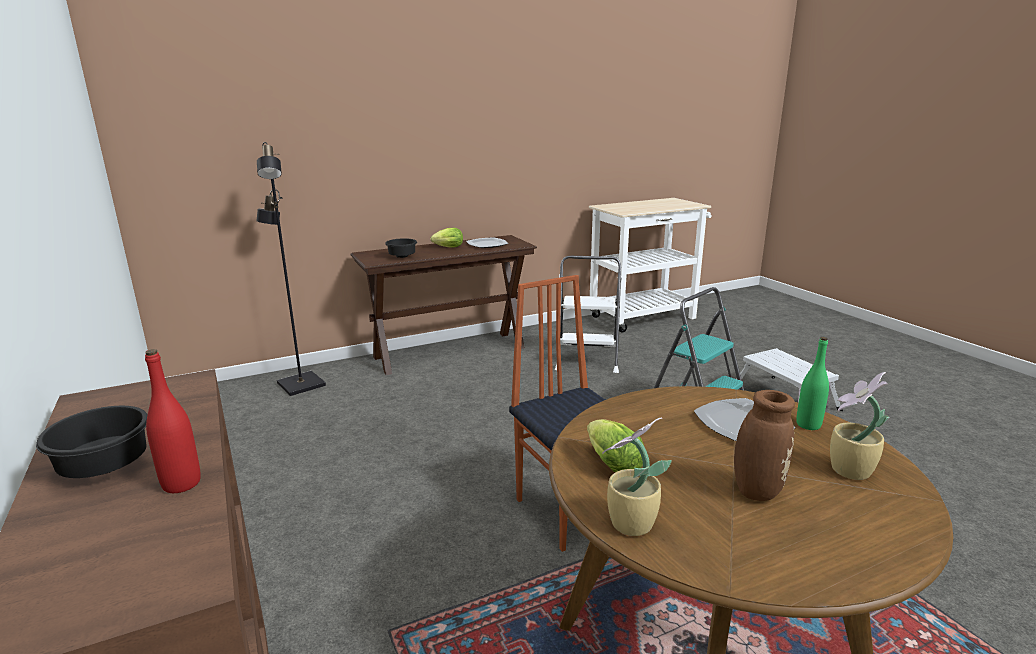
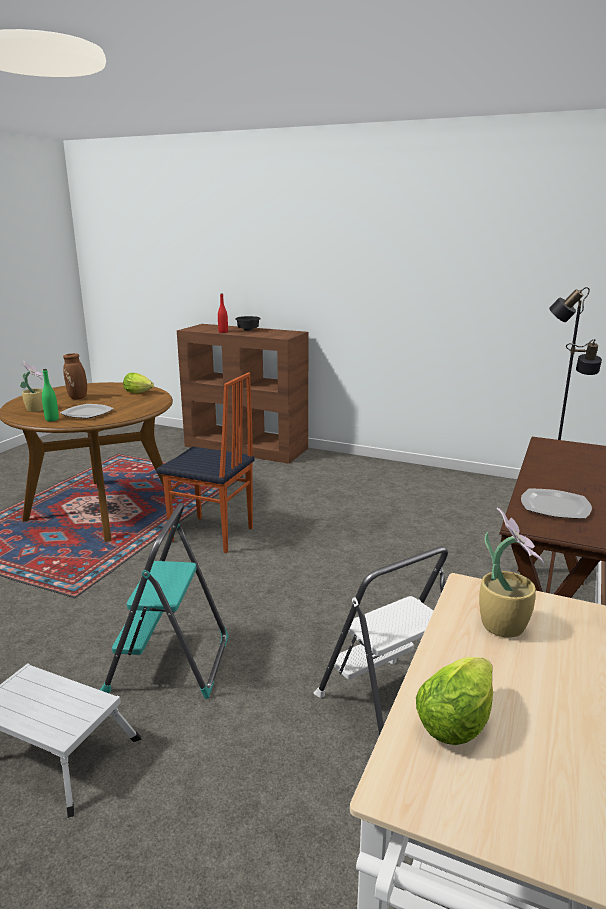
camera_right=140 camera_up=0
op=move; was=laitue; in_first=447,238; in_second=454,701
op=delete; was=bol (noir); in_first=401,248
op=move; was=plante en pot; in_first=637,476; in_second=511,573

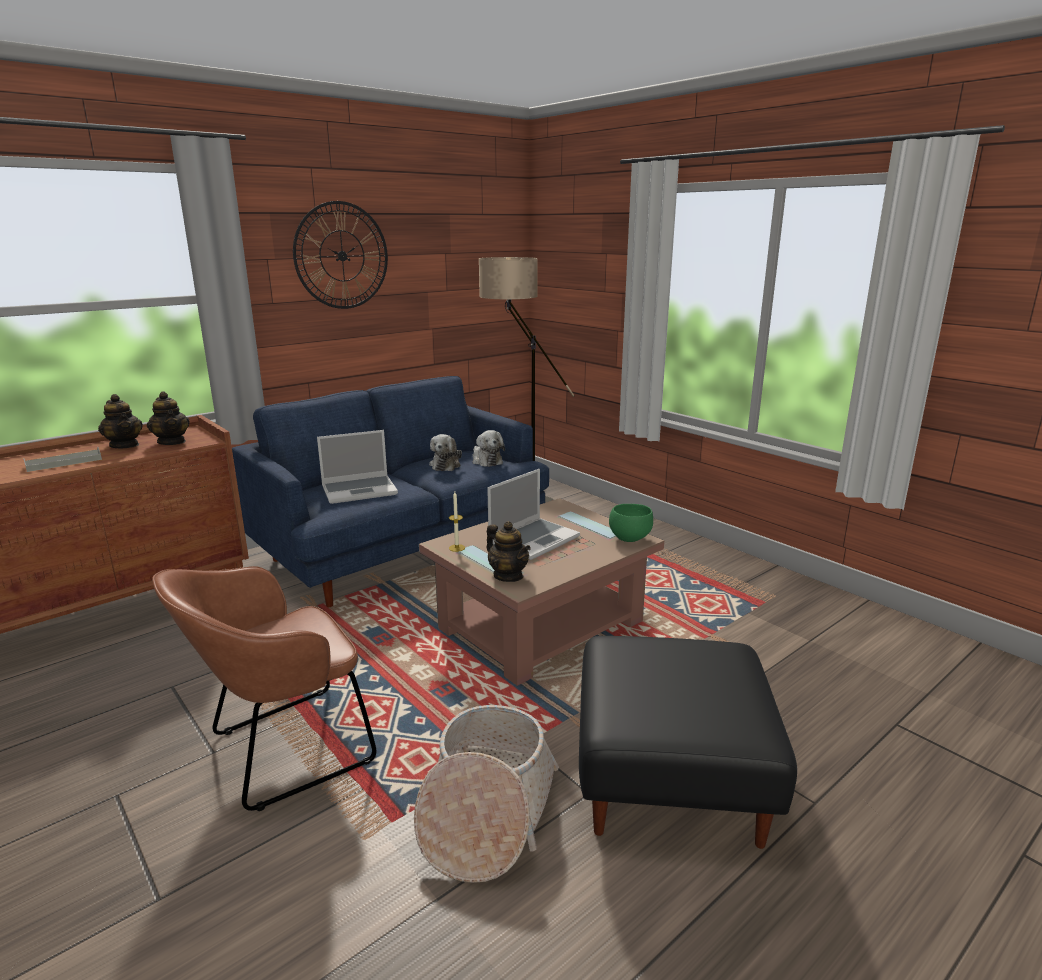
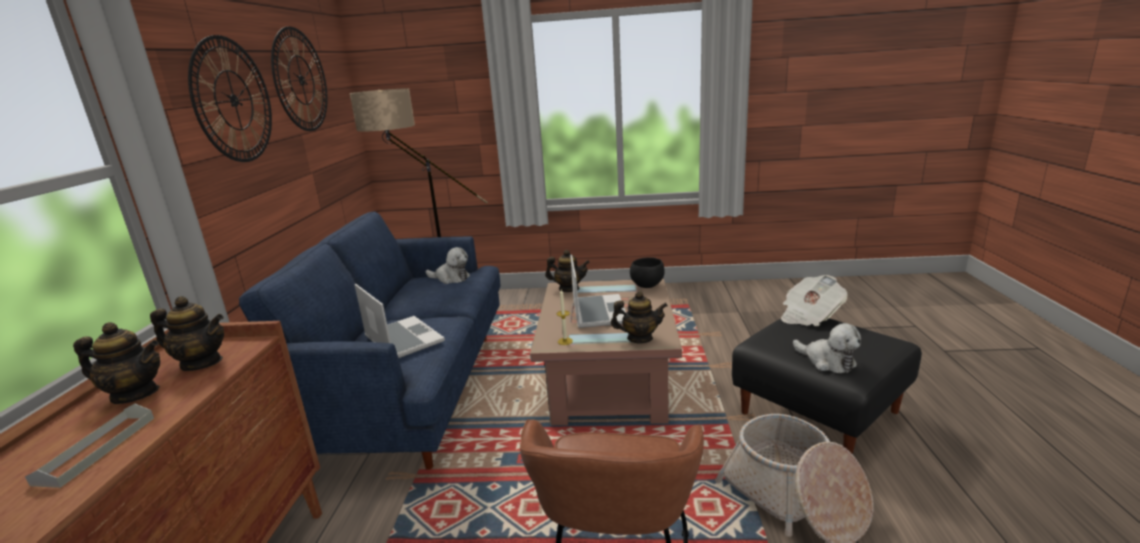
camera_right=-45 camera_up=0
op=rotate; was=ordinateur portable; in_first=357,467; in_second=400,321; clockwise=-60
op=move; was=peluche; in_first=445,452; in_second=827,348
op=recolor; was=bol (vert); now=bol (noir); in_first=631,523; in_second=647,272
op=insert; now=horloge murale; in_second=299,79
op=insert; now=théière; in_second=567,271
op=insert; now=journal; in_second=814,300

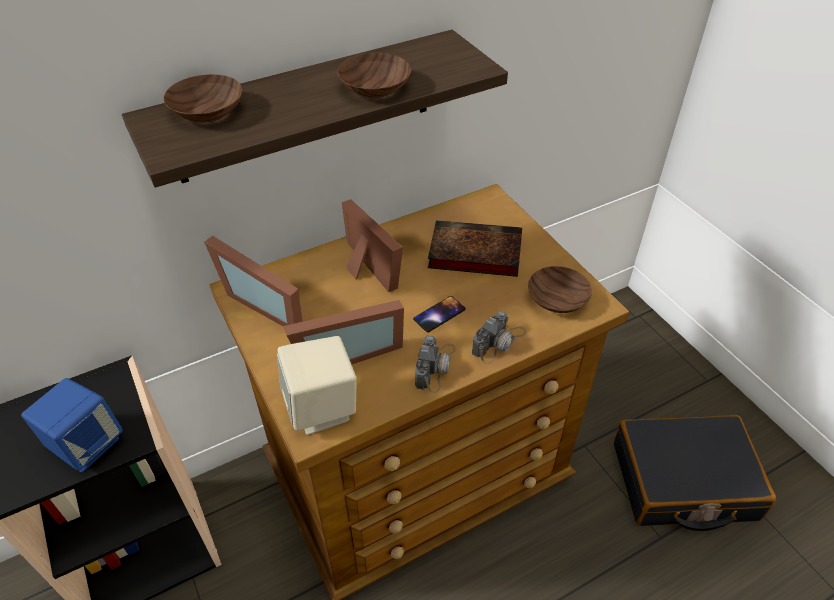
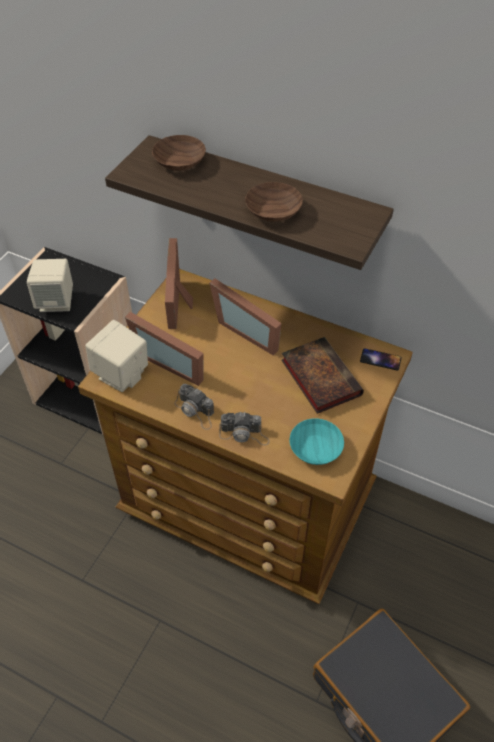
camera_right=55 camera_up=5
op=rotate; was=cadre photo; in_first=372,245; in_second=245,316; clockwise=105
op=recolor; was=bol (marron); now=bol (turquoise); in_first=560,289; in_second=316,441
op=move; was=téléphone; in_first=439,314; in_second=381,359
op=rotate; was=appareil photo; in_first=435,364; in_second=194,407; clockwise=60
op=recolor; was=enceinte (bleu); now=enceinte (beige); in_first=72,425; in_second=50,285

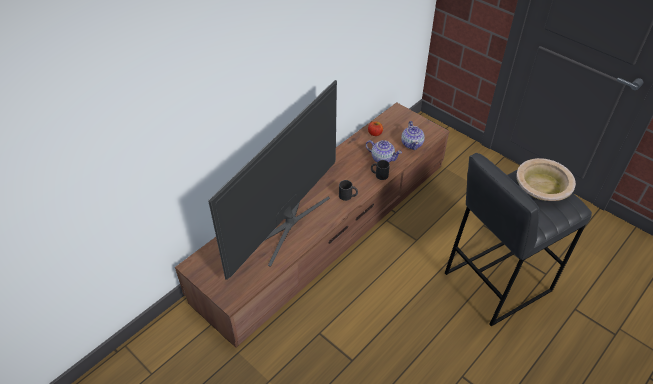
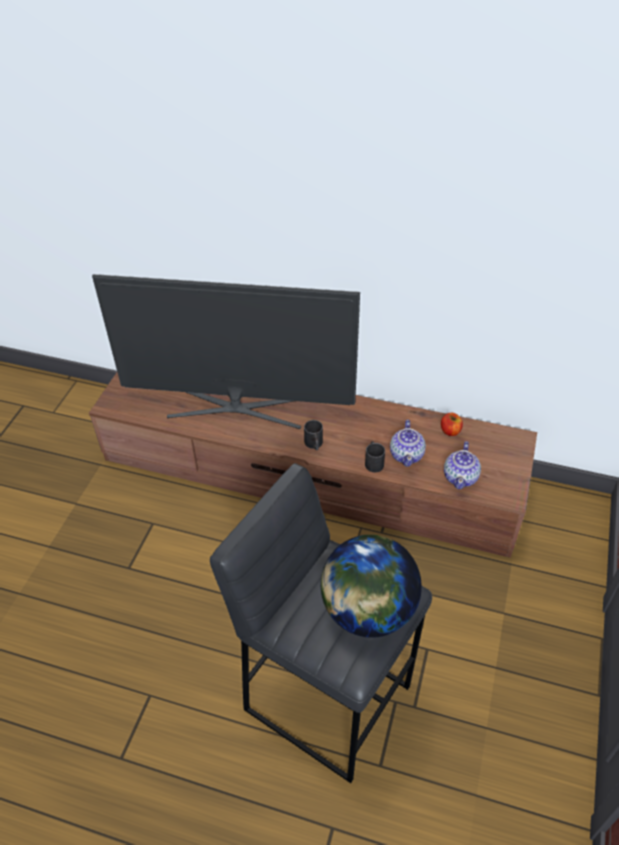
camera_right=65 camera_up=0
op=rotate; was=théière; in_first=413,135; in_second=462,465; clockwise=-45
op=replace; was=bol (beige); now=globe; in_first=546,179; in_second=371,586

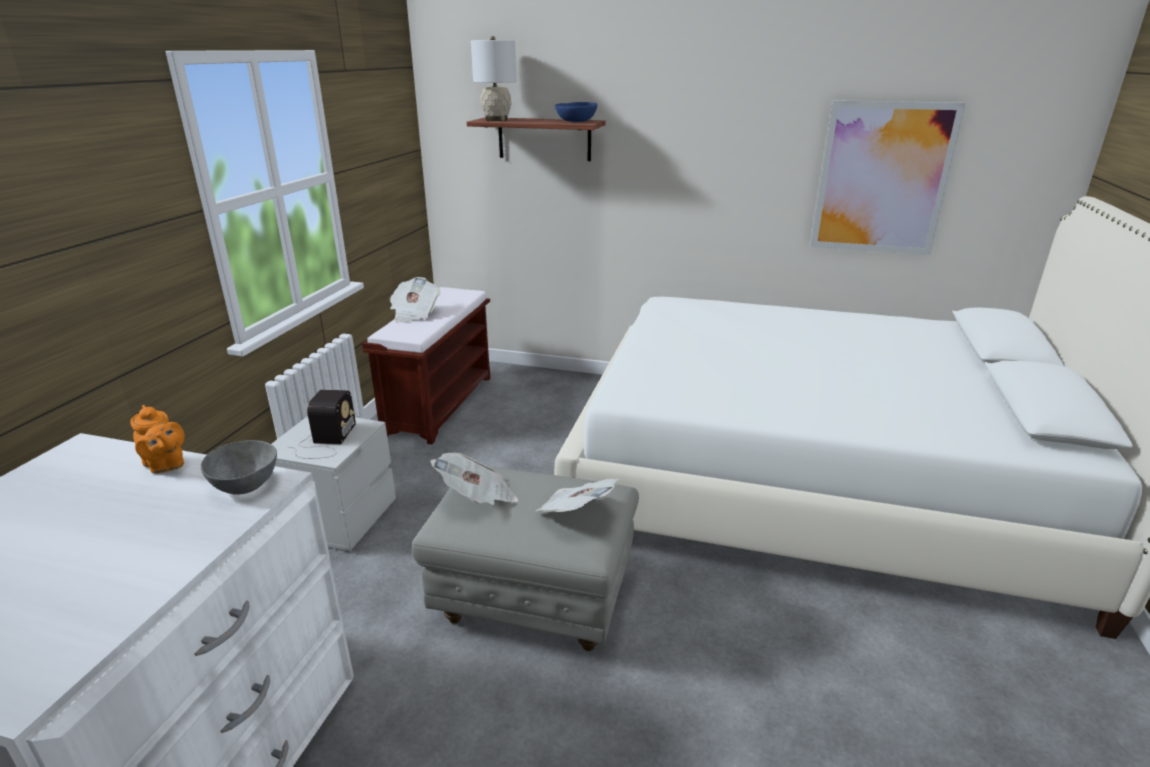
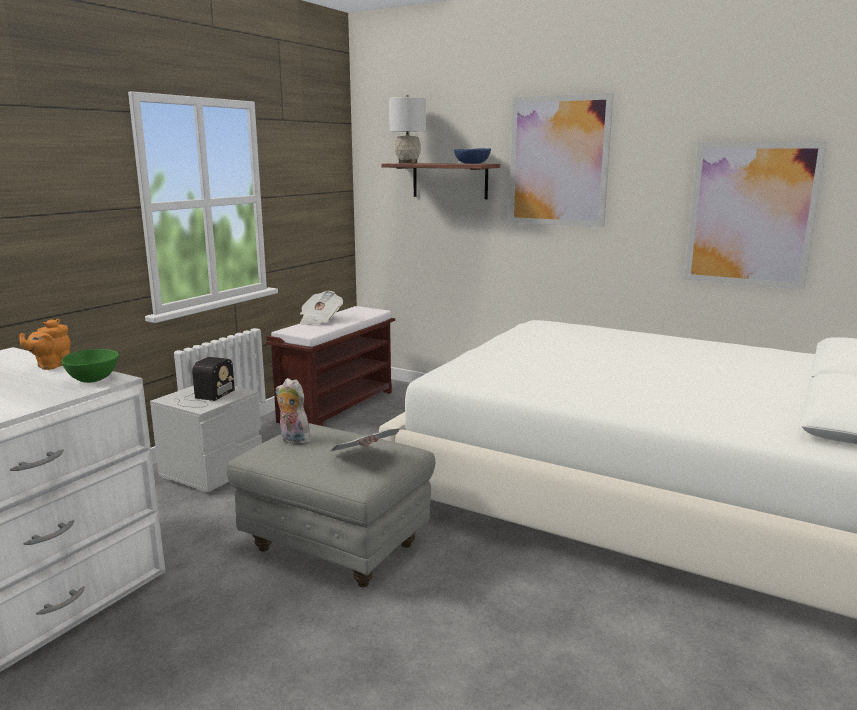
camera_right=15 camera_up=-10
op=rotate; was=théière (orange); in_first=157,439; in_second=45,344; clockwise=60
op=recolor; was=bol (gris); now=bol (vert); in_first=239,467; in_second=90,366
op=replace; was=journal; now=peluche; in_first=474,478; in_second=293,411
op=insert; now=tableau; in_second=561,160

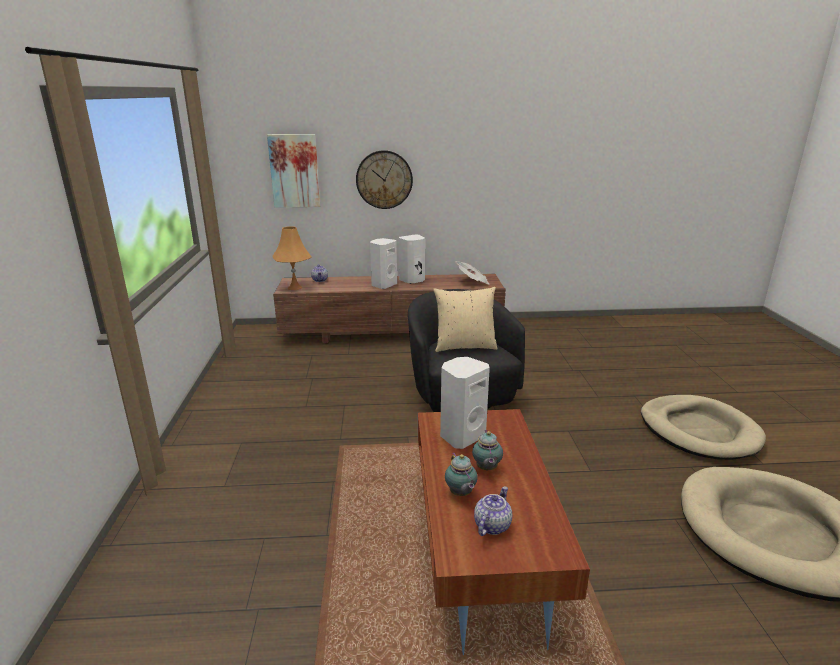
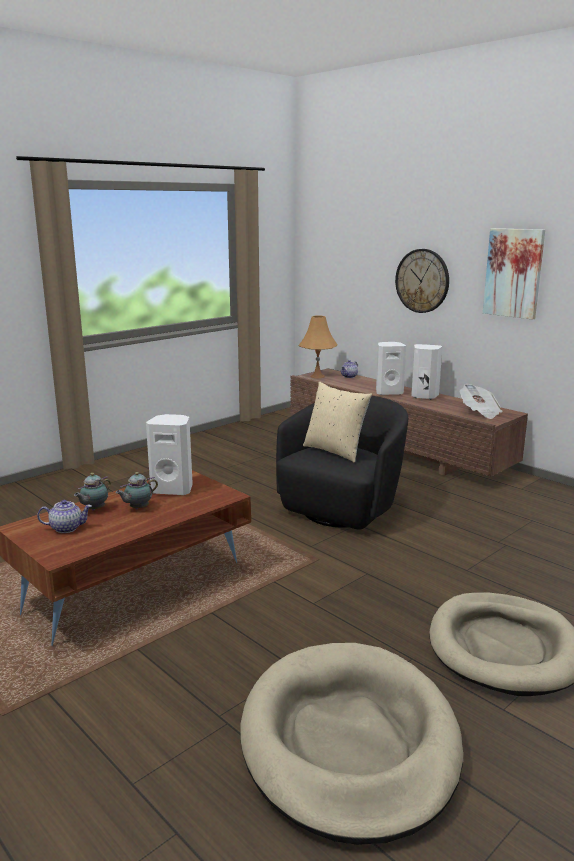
camera_right=50 camera_up=-5
op=move; was=tableau; in_first=293,171; in_second=514,274

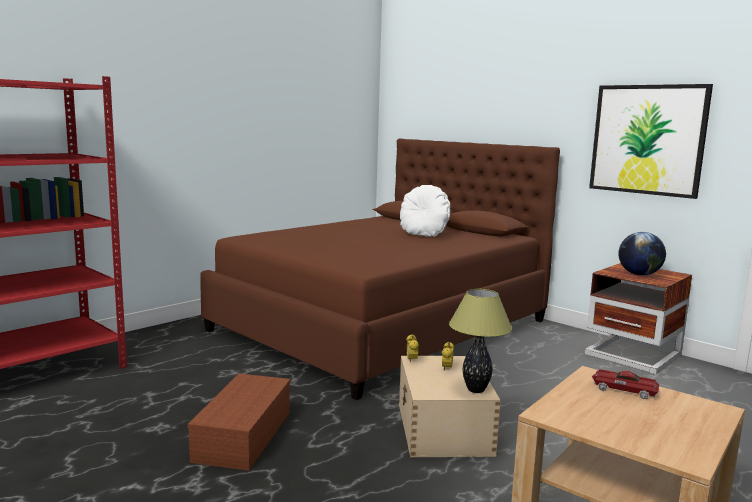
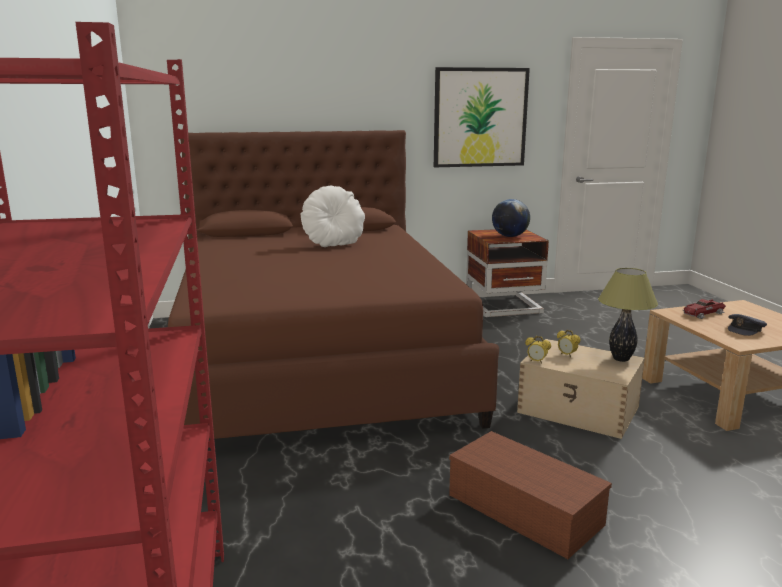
camera_right=-55 camera_up=5
op=insert; now=casquette (gris); in_second=747,325

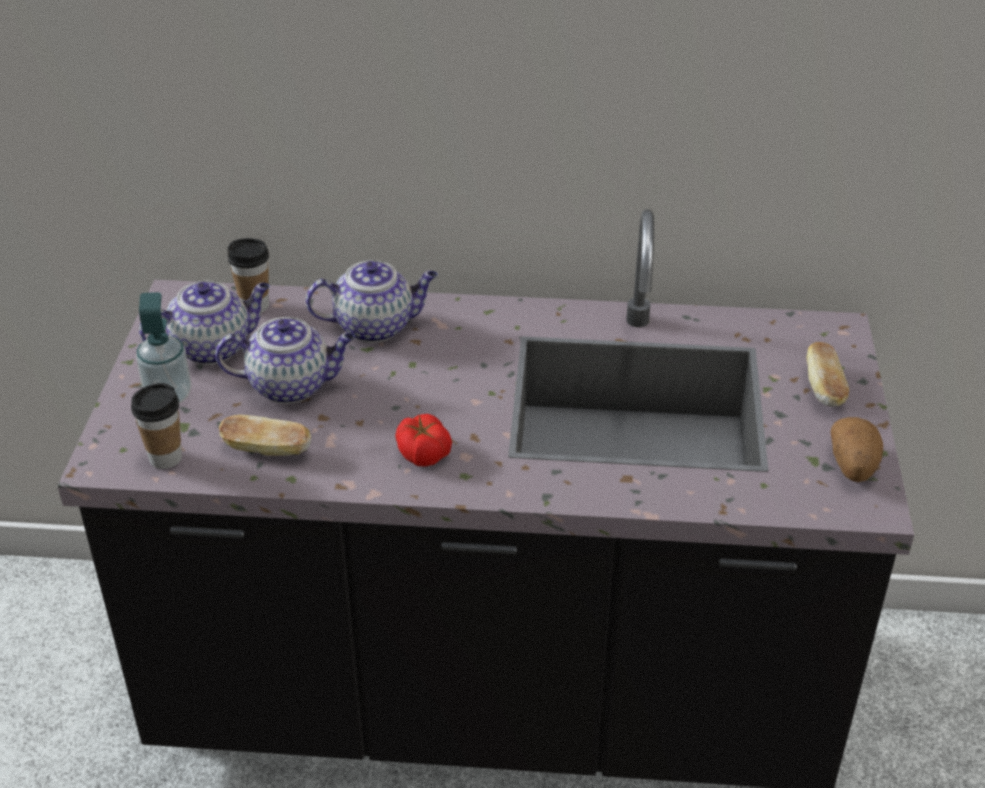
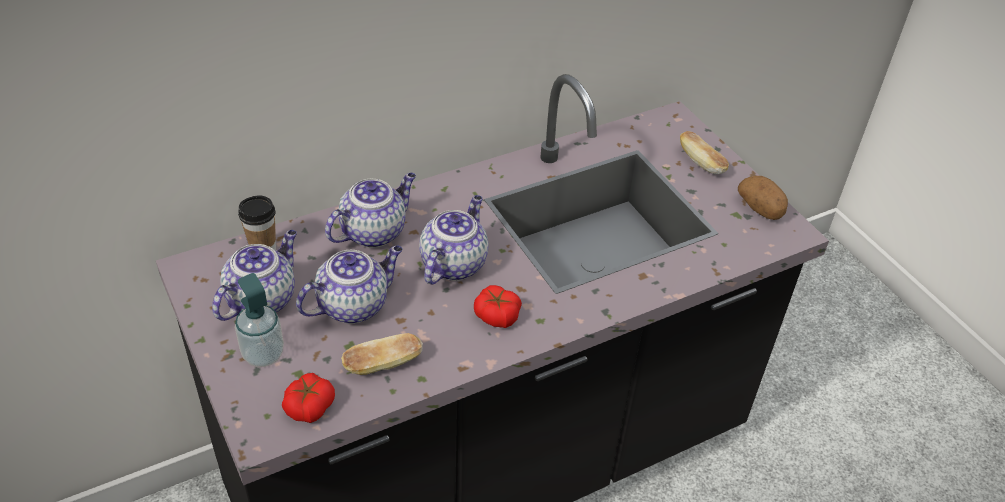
camera_right=-35 camera_up=5
op=replace; was=tasse; now=tomate; in_first=156,426; in_second=308,398
op=insert; now=théière; in_second=453,240

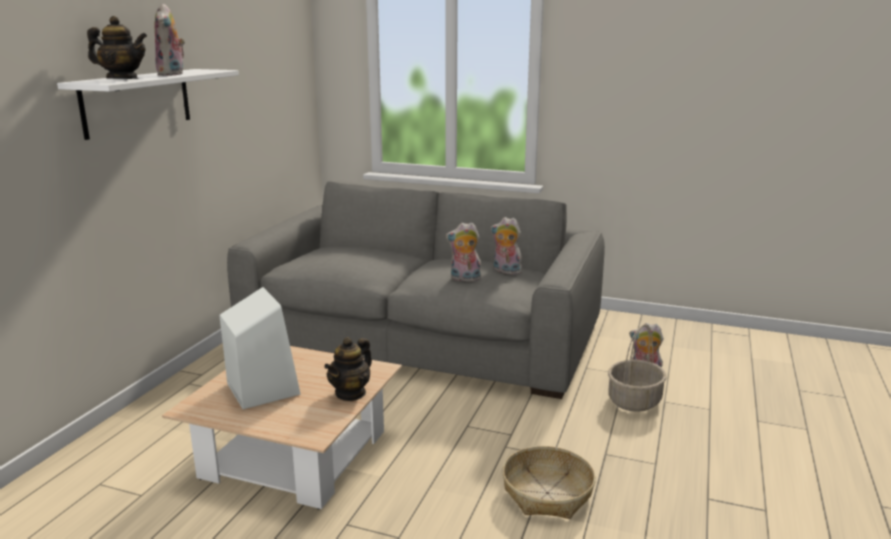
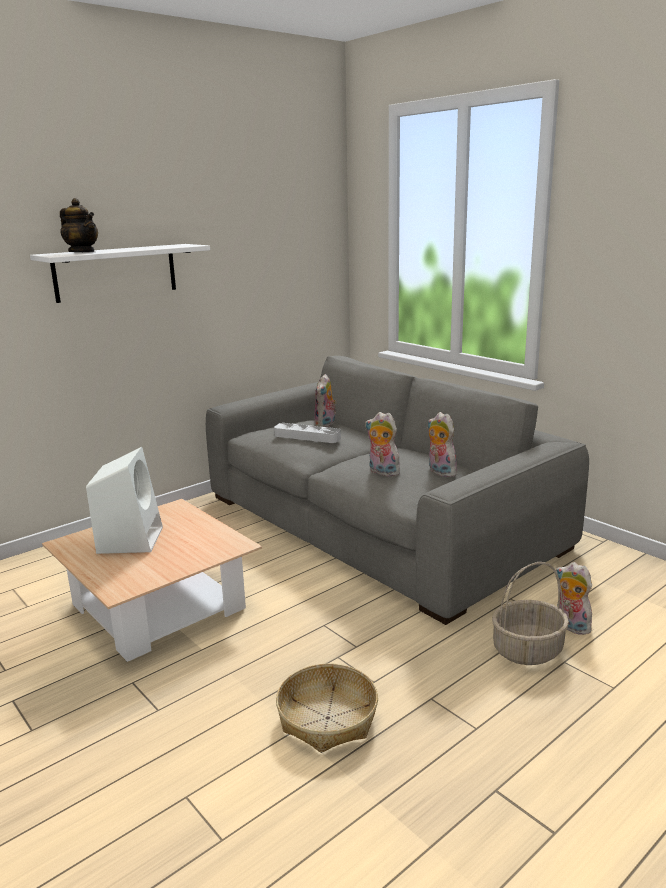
camera_right=30 camera_up=0
op=move; was=peluche; in_first=169,40; in_second=326,400
op=delete; was=théière; in_first=348,369
op=insert; now=plateau (gris); in_second=307,433

